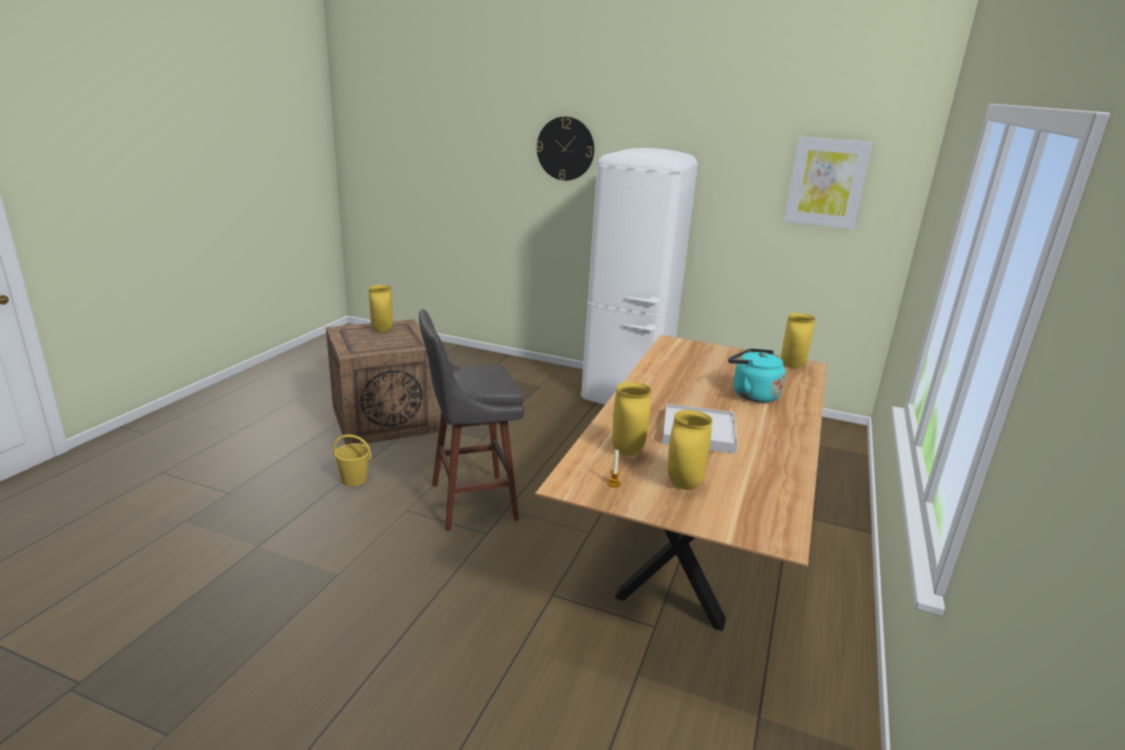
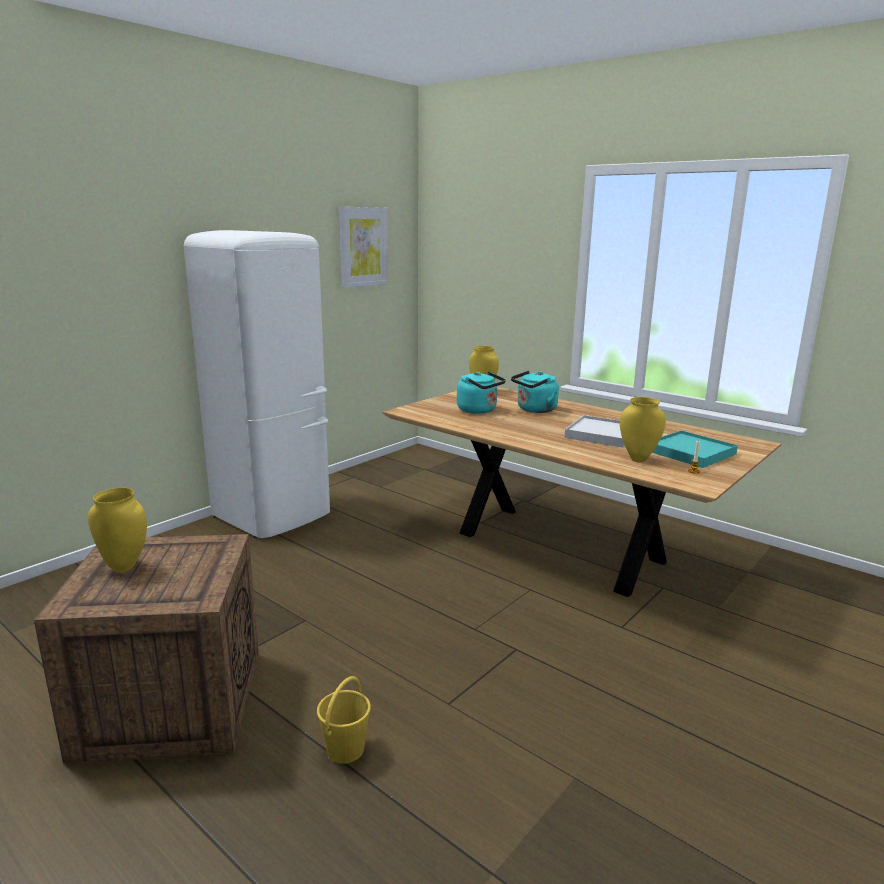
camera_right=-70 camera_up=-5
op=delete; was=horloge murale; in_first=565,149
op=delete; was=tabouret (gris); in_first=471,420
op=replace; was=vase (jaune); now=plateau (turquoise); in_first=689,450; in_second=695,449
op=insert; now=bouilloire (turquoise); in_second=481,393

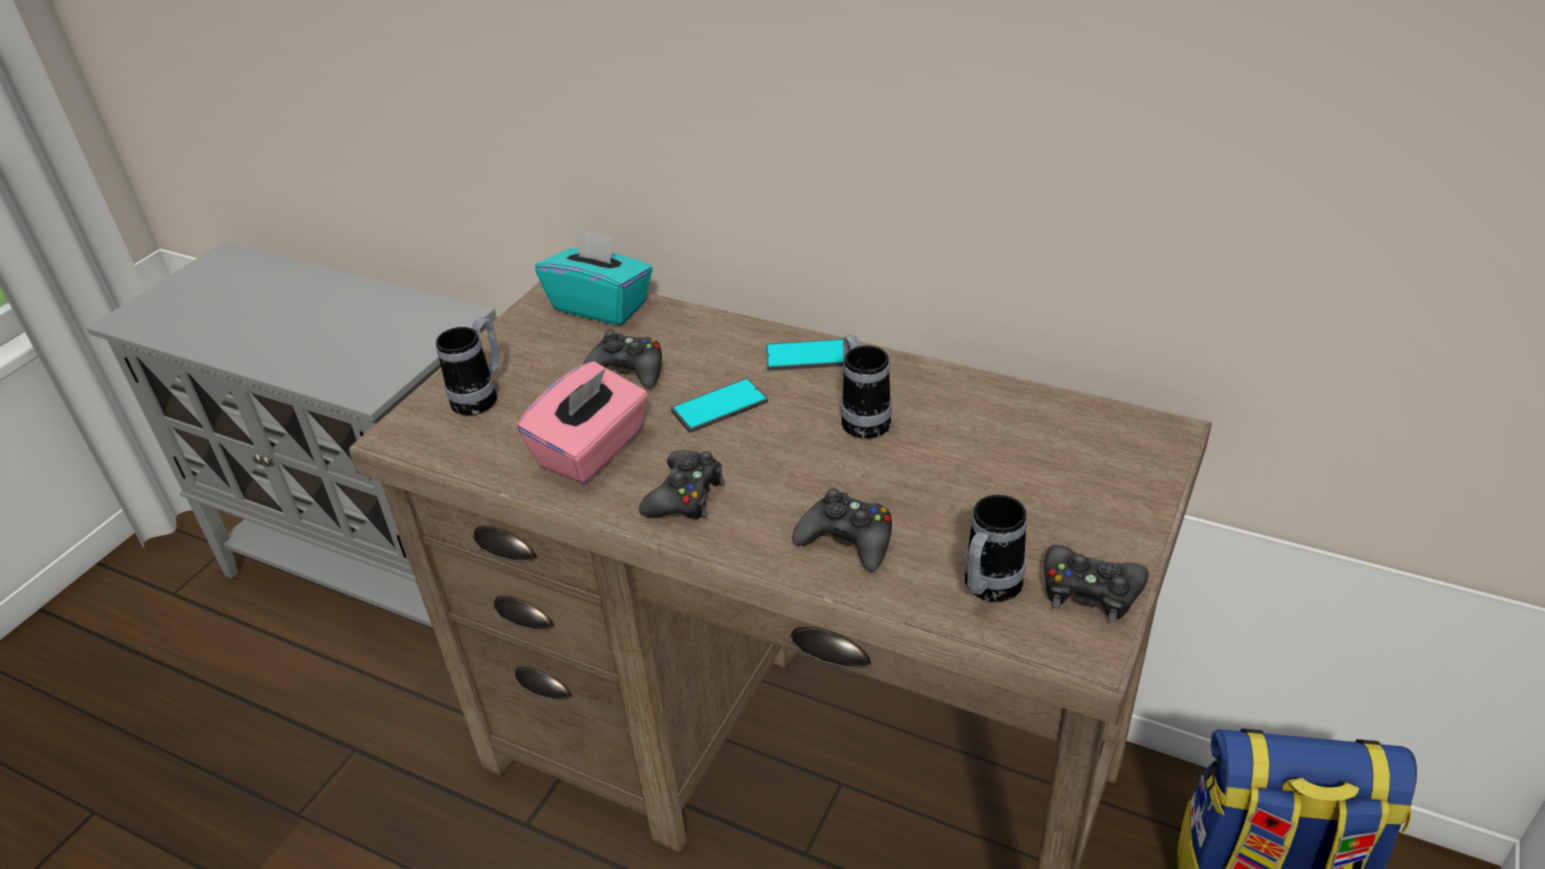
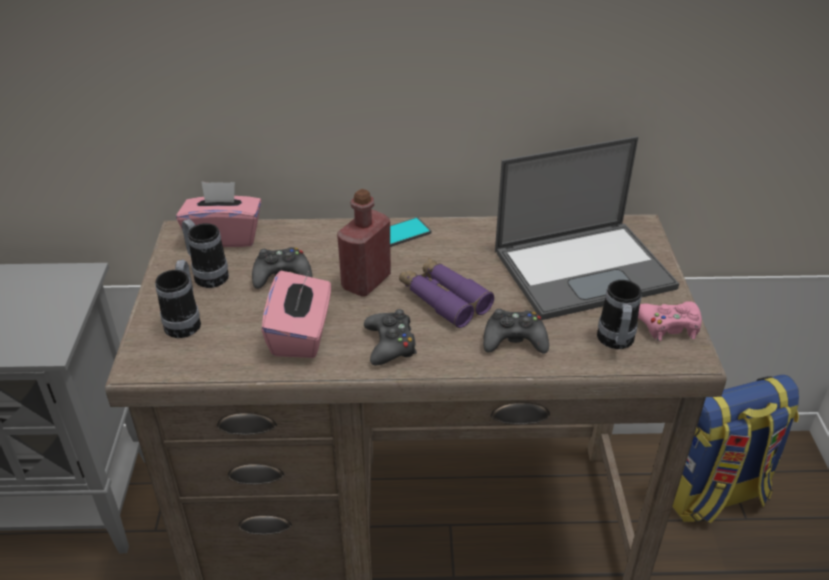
camera_right=-30 camera_up=0
op=recolor; was=boîte à mouchoirs (turquoise); now=boîte à mouchoirs (rose); in_first=594,276; in_second=219,214
op=move; was=mug; in_first=866,387; in_second=205,253
op=replace; was=téléphone; now=bouteille (rouge); in_first=719,405; in_second=364,243
op=recolor; was=manette (noir); now=manette (rose); in_first=1096,584; in_second=670,321
op=insert; now=ordinateur portable; in_second=587,228
op=insert; now=jumelles (violet); in_second=446,293

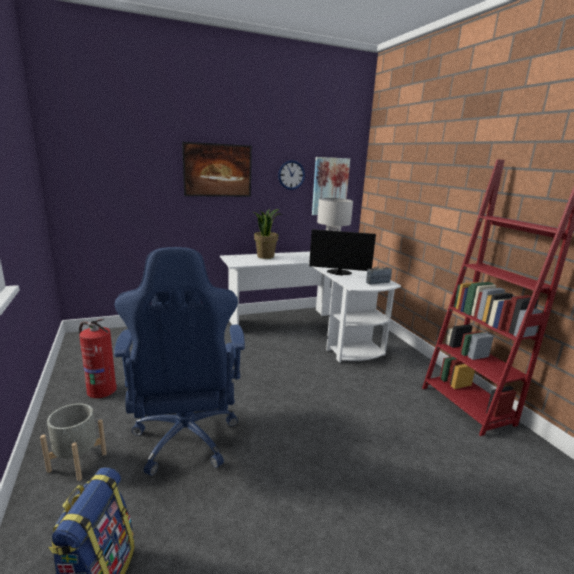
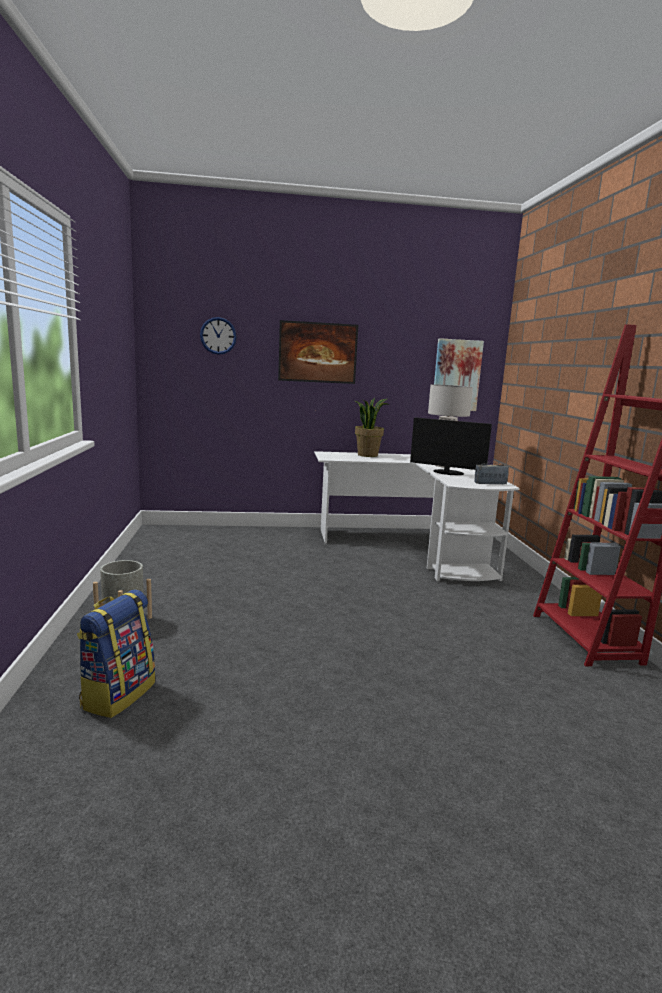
camera_right=15 camera_up=-5
op=move; was=horloge murale; in_first=291,175; in_second=218,336
op=delete; was=chaise de bureau (bleu); in_first=179,361
op=delete; was=extincteur; in_first=98,358

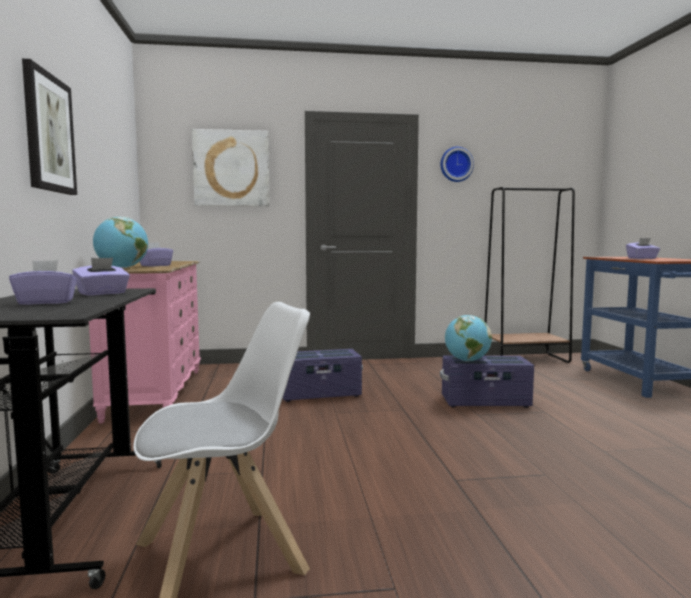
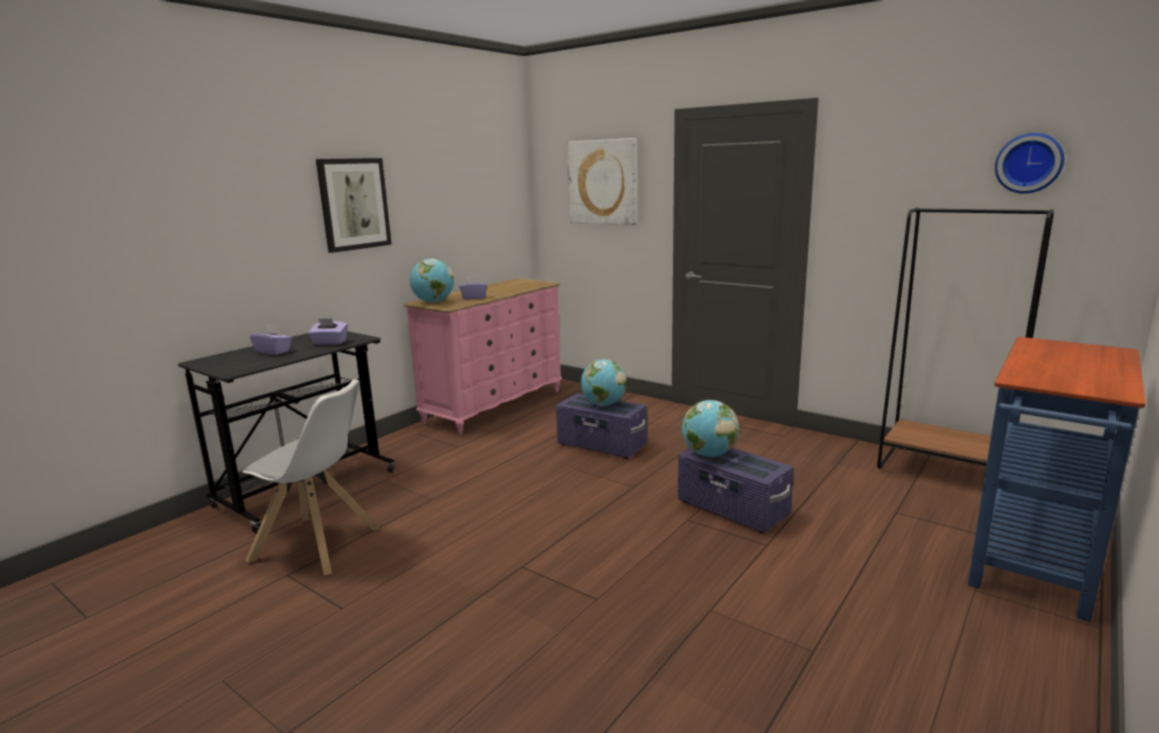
camera_right=45 camera_up=10
op=move; was=horloge murale; in_first=457,164; in_second=1029,163
op=delete; was=boîte à mouchoirs (violet); in_first=643,248
op=insert; now=globe; in_second=604,382

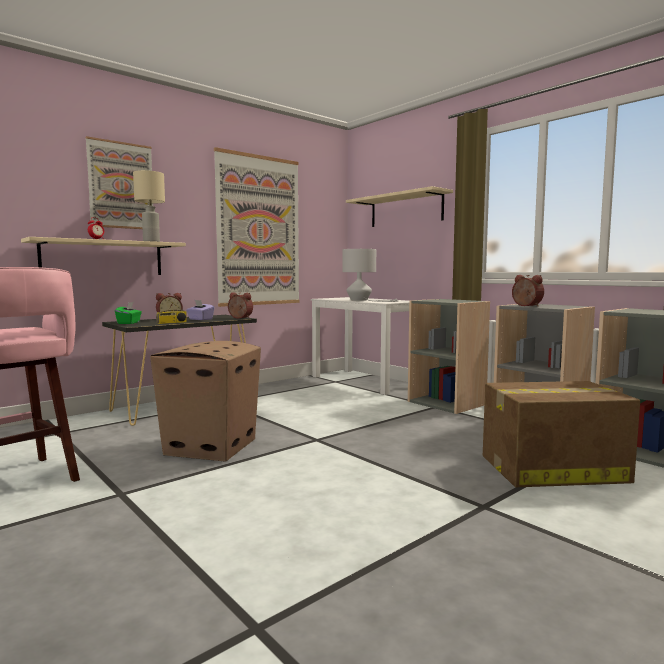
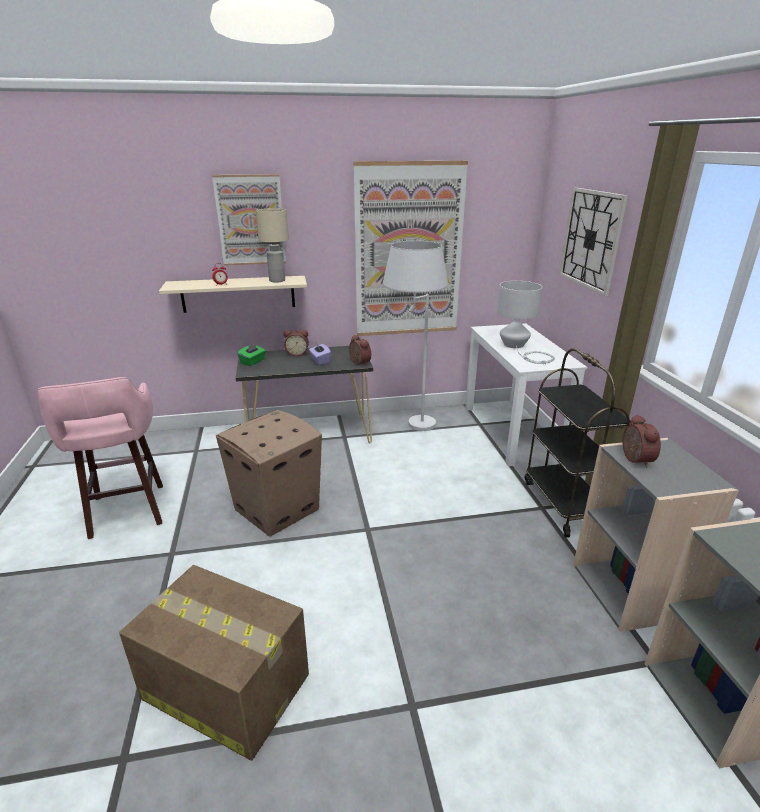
camera_right=30 camera_up=20
op=replace; was=étagère (beige); now=horloge murale; in_first=399,206; in_second=593,241
op=delete; was=radio; in_first=171,310
op=replace; was=bibliothèque (gris); now=chariot (noir); in_first=449,356; in_second=577,442
op=move; was=carton; in_first=561,434; in_second=214,663
op=insert; now=lampadaire (blanc); in_second=415,336

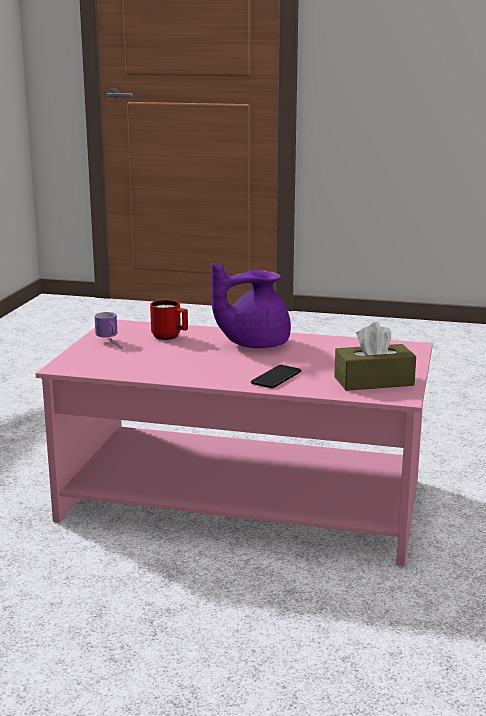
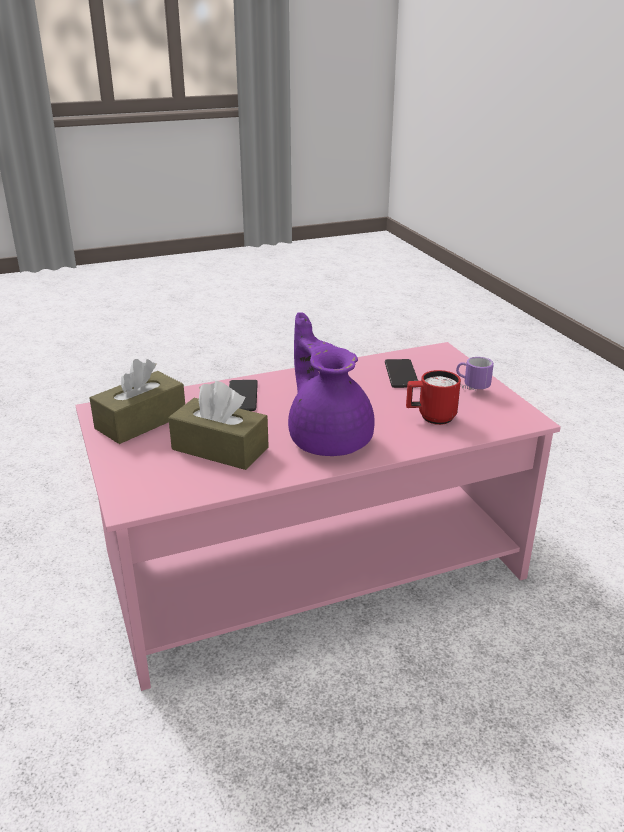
camera_right=145 camera_up=10
op=rotate; was=théière (violet); in_first=251,305; in_second=331,384; clockwise=-60
op=insert; now=téléphone; in_second=401,373
op=insert; now=boîte à mouchoirs (marron); in_second=218,425

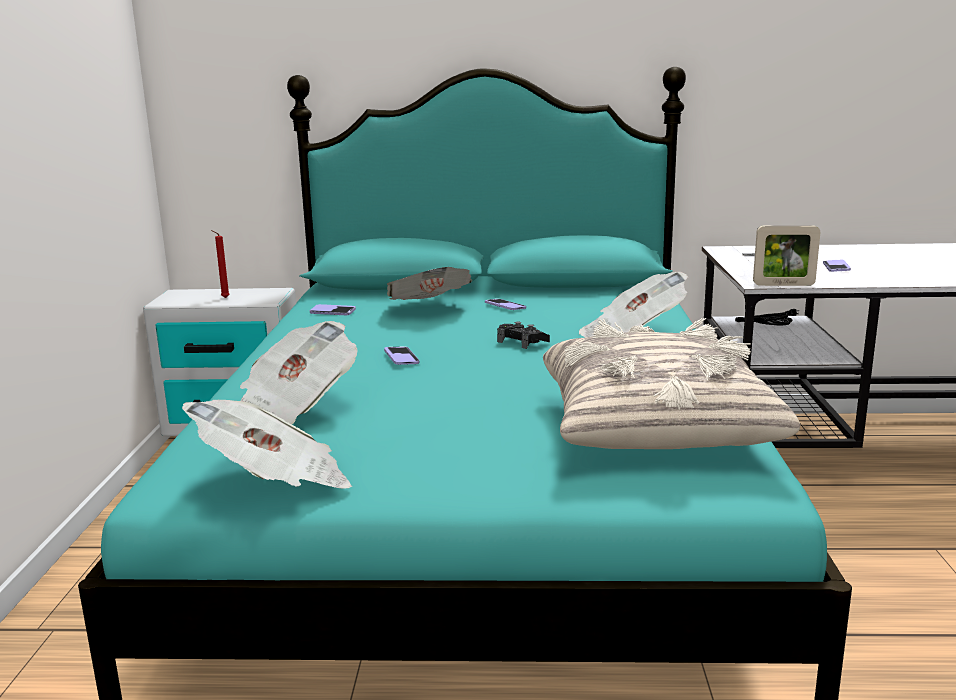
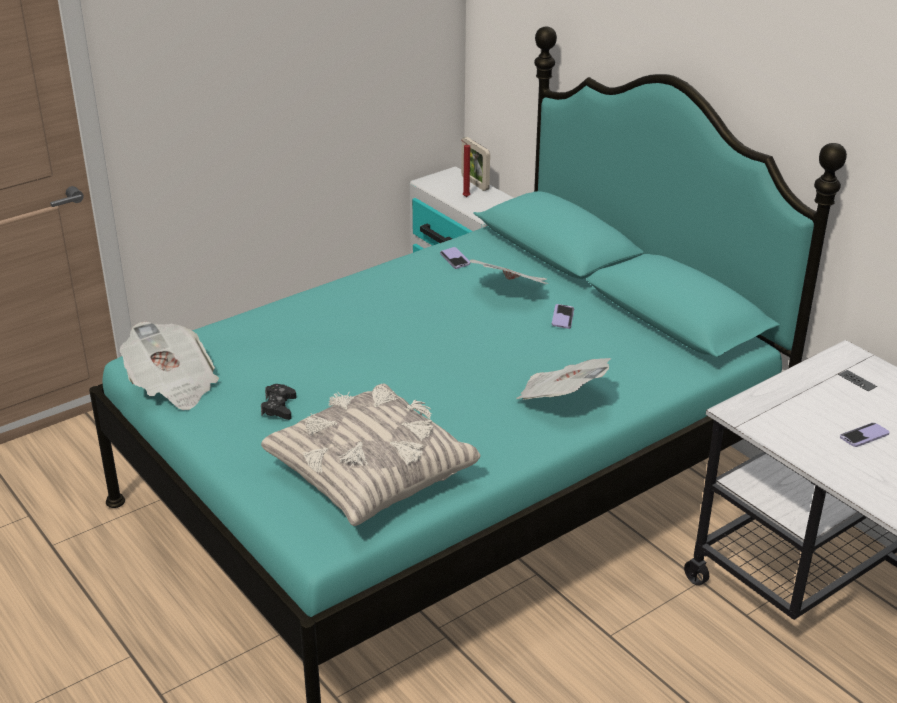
camera_right=50 camera_up=15
op=move; was=cadre photo; in_first=786,255; in_second=475,164
op=delete; was=journal; in_first=298,372
op=move; was=manette (noir); in_first=523,335; in_second=278,402
op=delete; was=téléphone; in_first=402,356

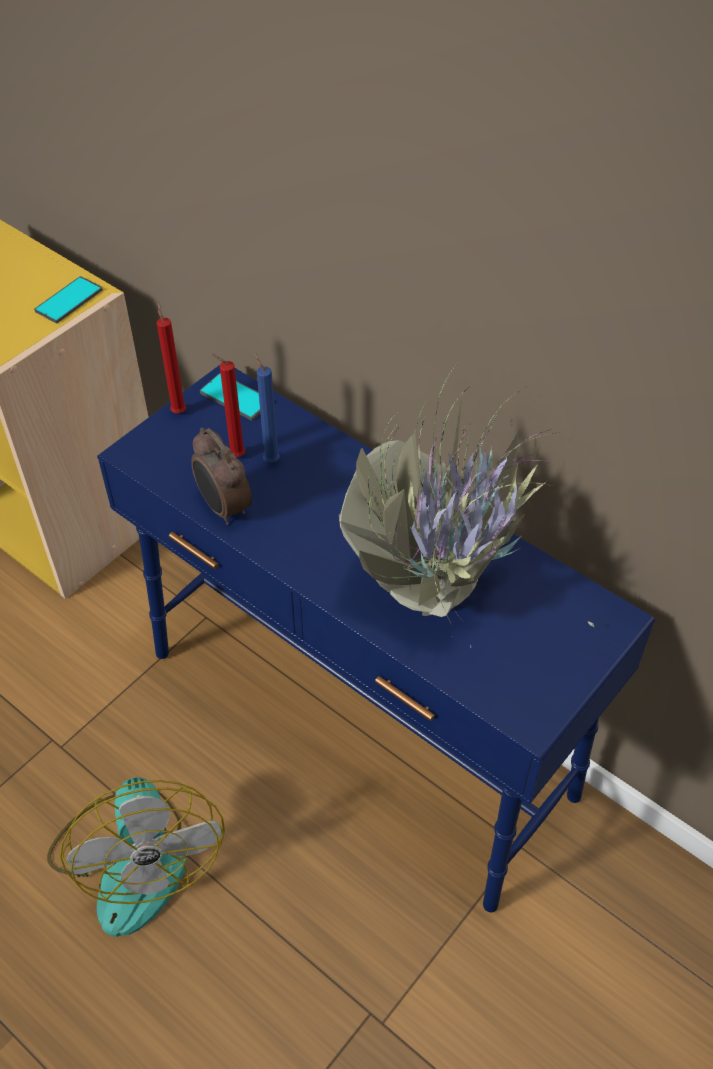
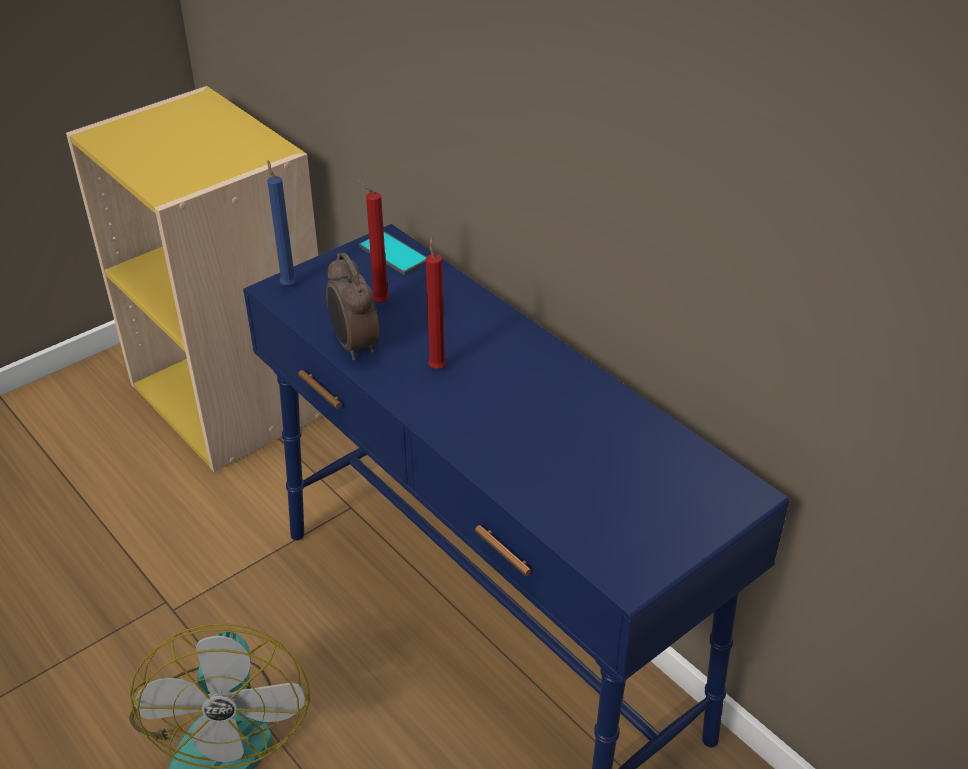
camera_right=10 camera_up=-10
op=delete; was=téléphone; in_first=68,299
op=move; was=bougie (rouge); in_first=171,357; in_second=436,302
op=move; was=bougie (bleu); in_first=267,407; in_second=281,223
op=delete; was=plante en pot; in_first=466,503

